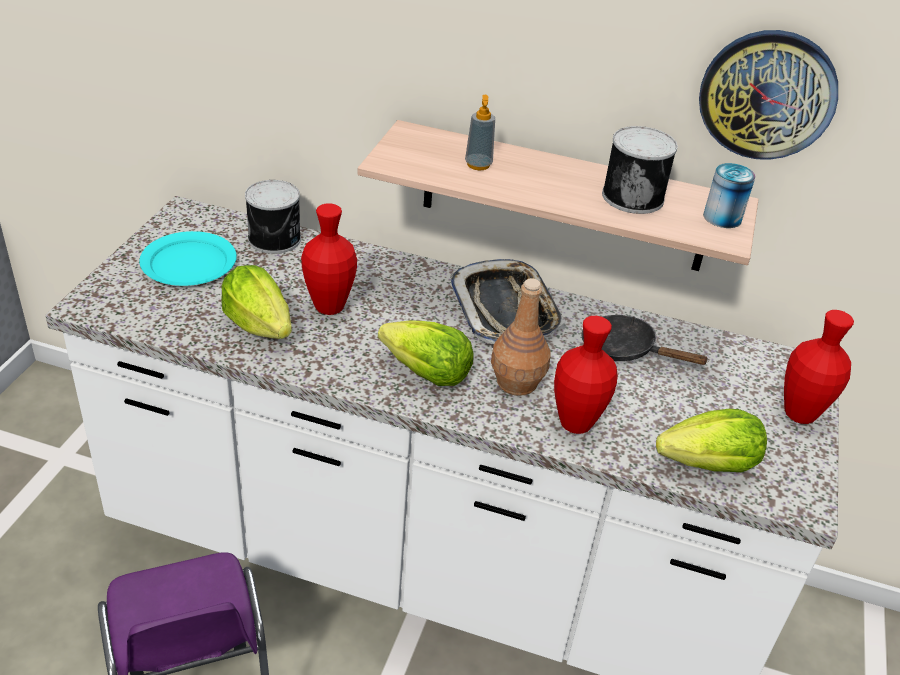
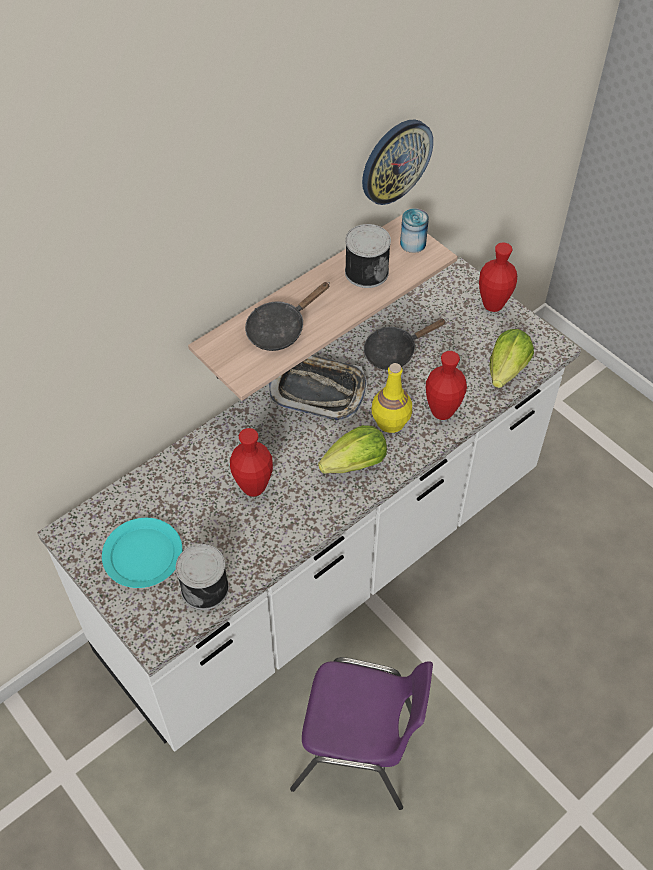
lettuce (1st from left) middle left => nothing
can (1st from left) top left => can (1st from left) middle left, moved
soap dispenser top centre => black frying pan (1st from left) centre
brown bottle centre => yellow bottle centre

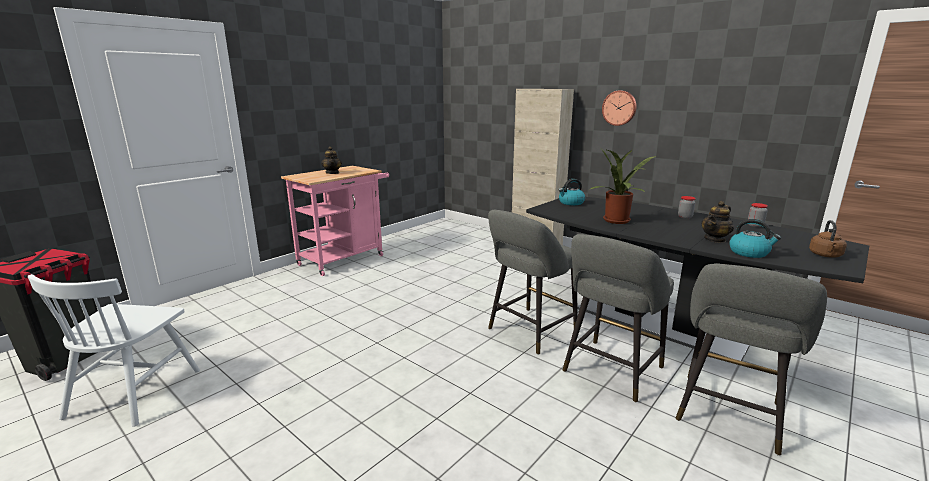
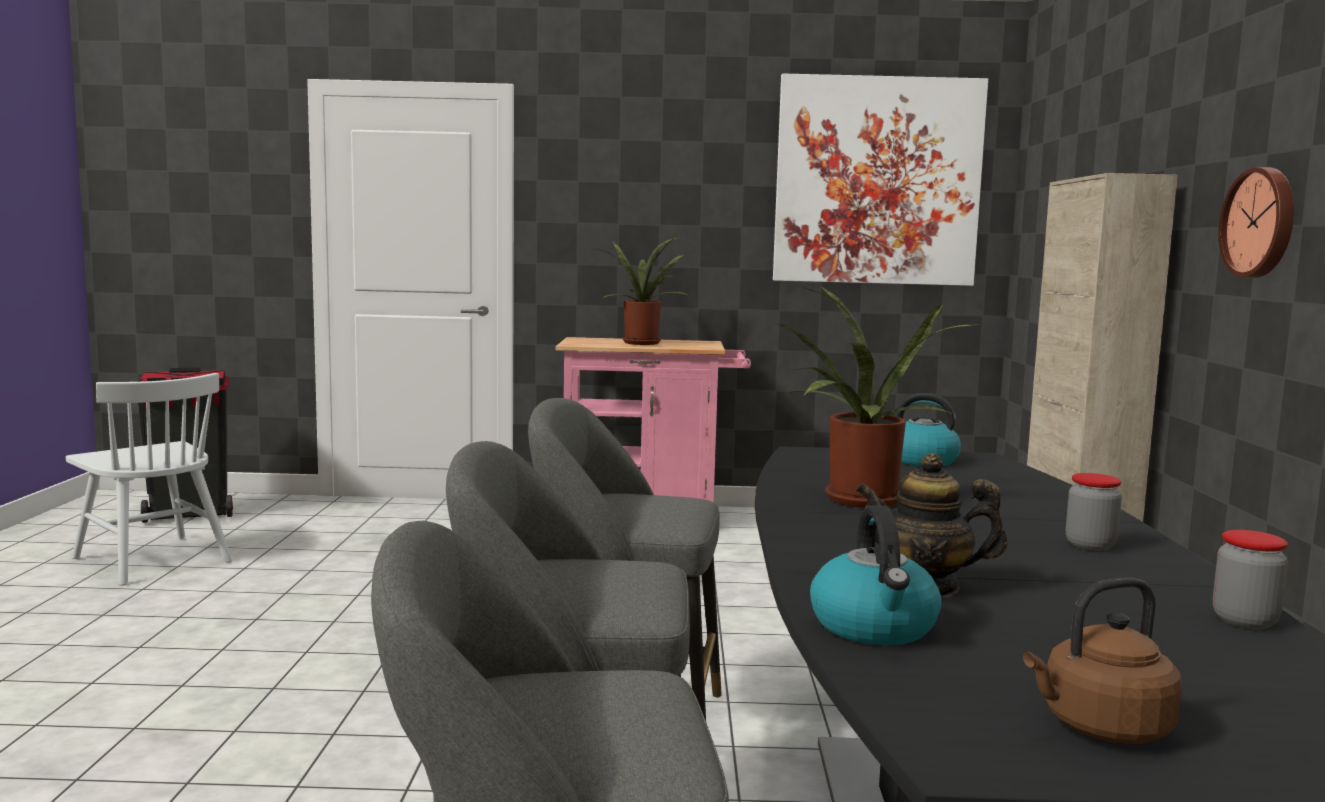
nothing => picture top centre
teapot (1st from left) top centre => potted plant (1st from left) centre
white chair bottom left => white chair middle left, 105 degrees counterclockwise

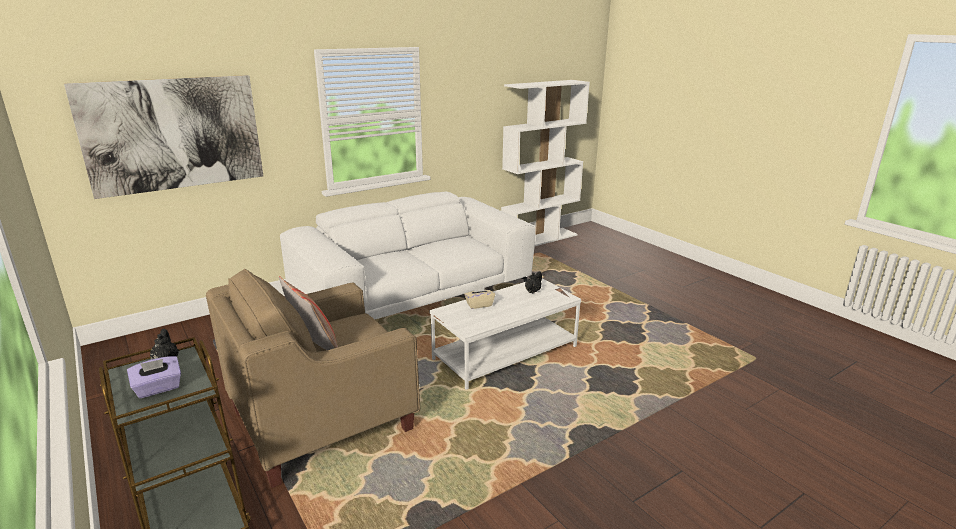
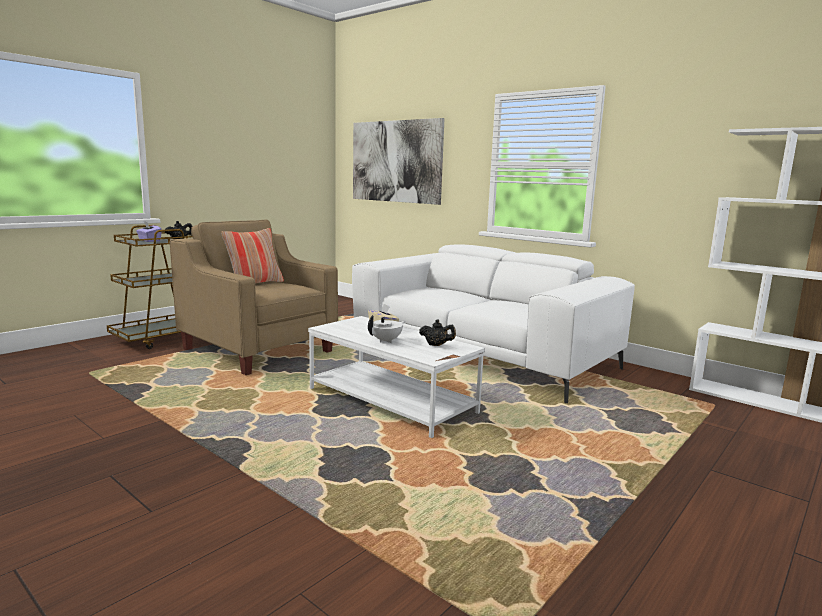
nothing => white teapot centre

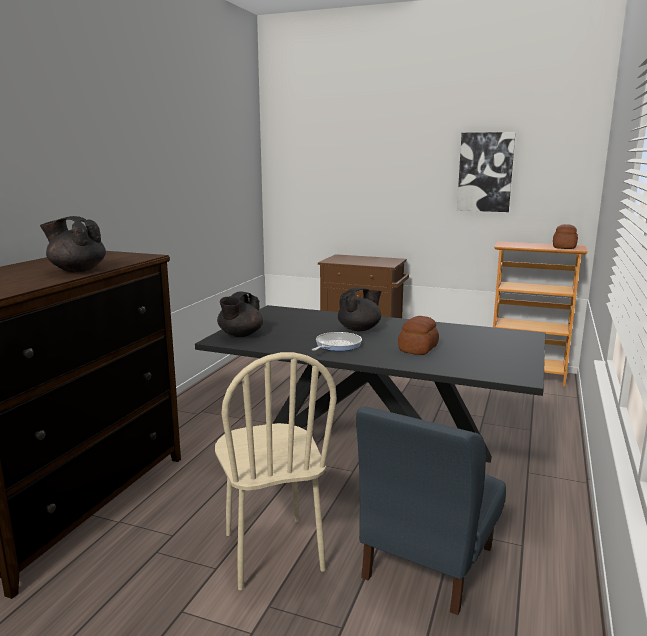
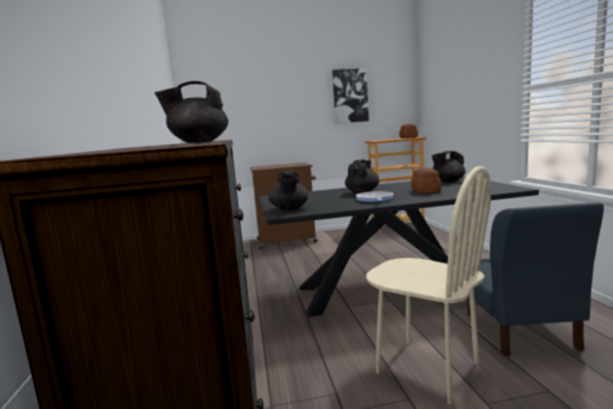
nothing => black teapot (4th from left) middle right

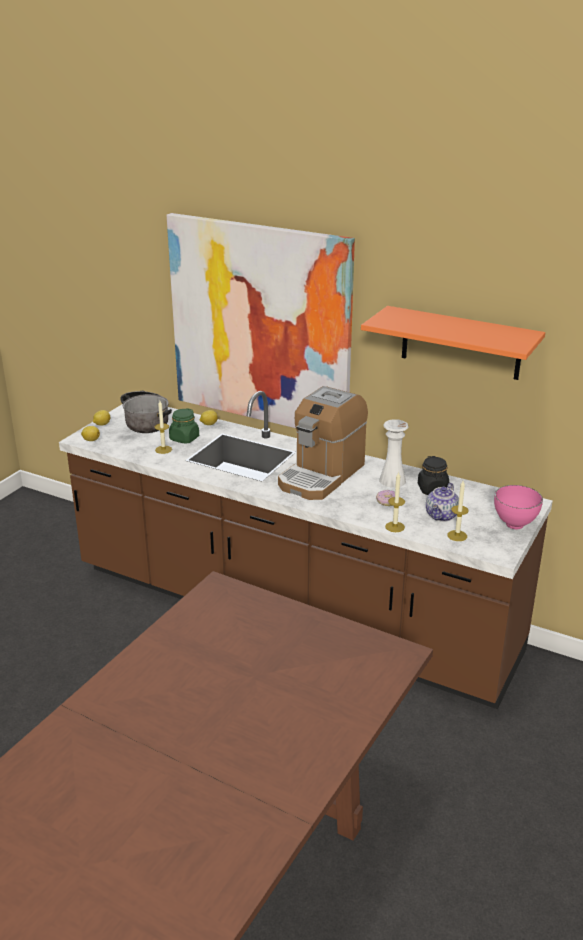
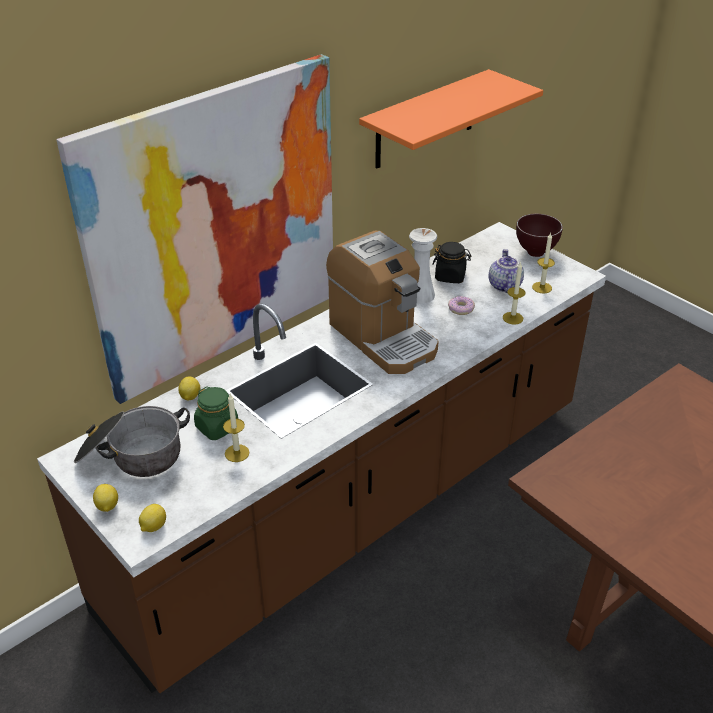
pink bowl middle right => brown bowl top right
teapot middle right, 135 degrees counterclockwise

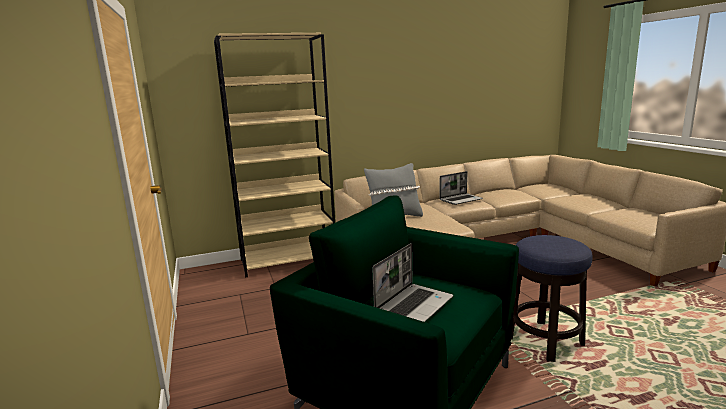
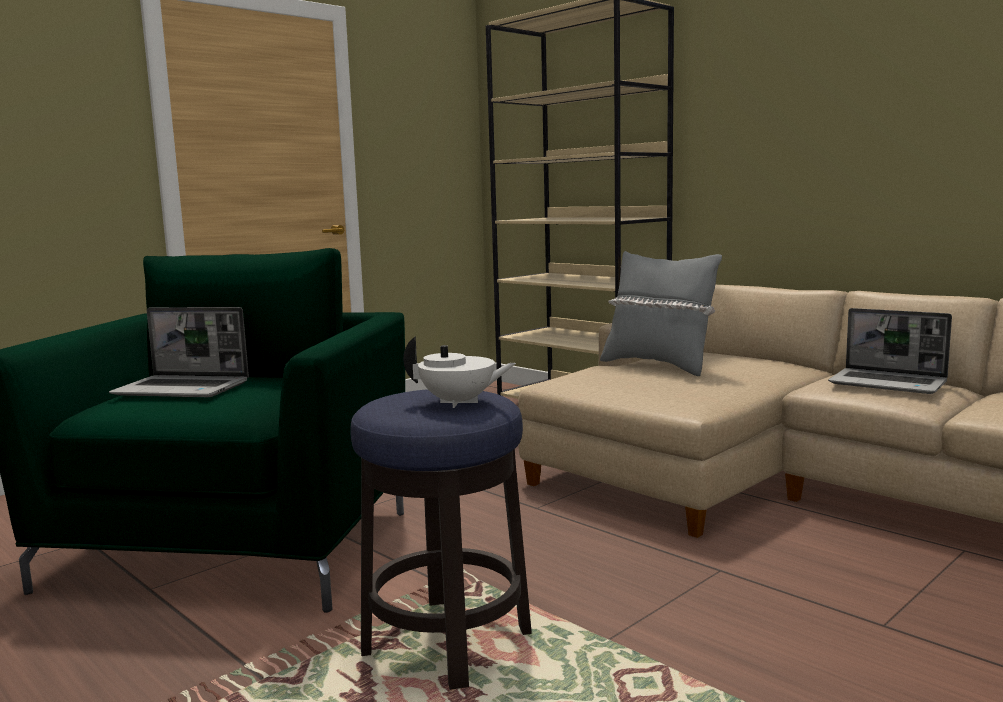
nothing => white teapot centre

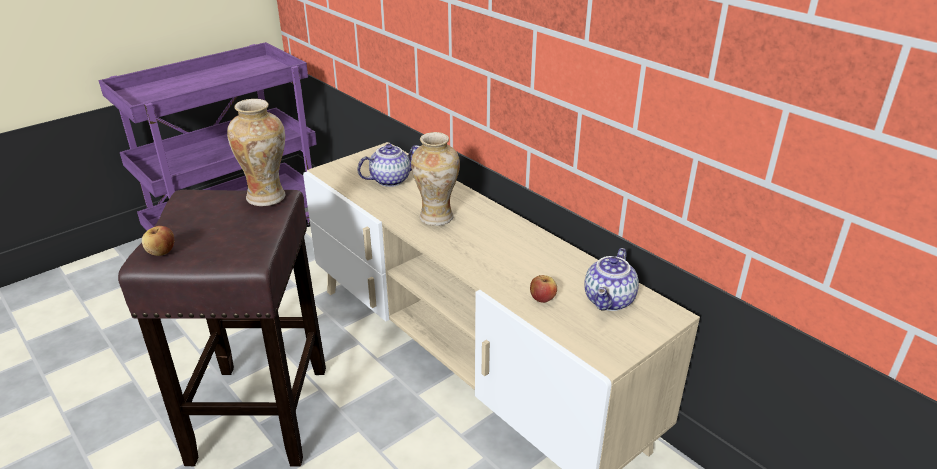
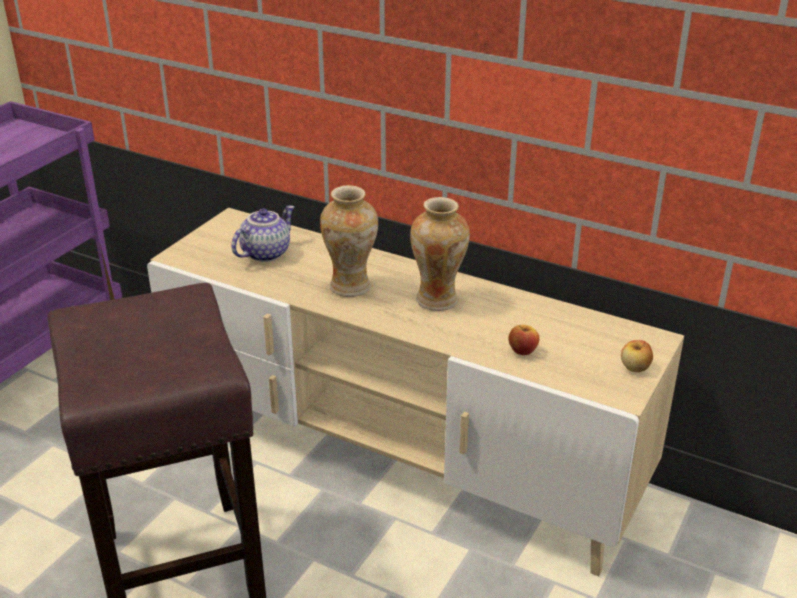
teapot (2nd from left) centre => nothing
apple (1st from left in the first image) middle left => apple (2nd from left) middle right, moved
vase (1st from left in the first image) top left => vase (2nd from left) centre, moved

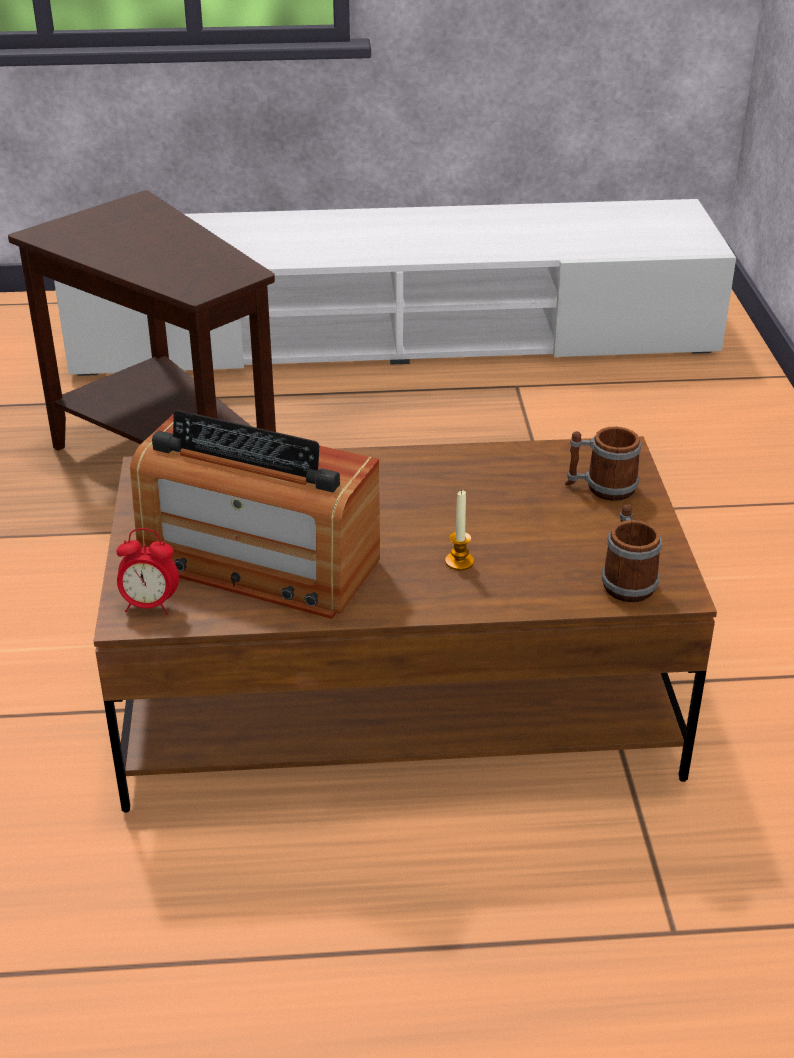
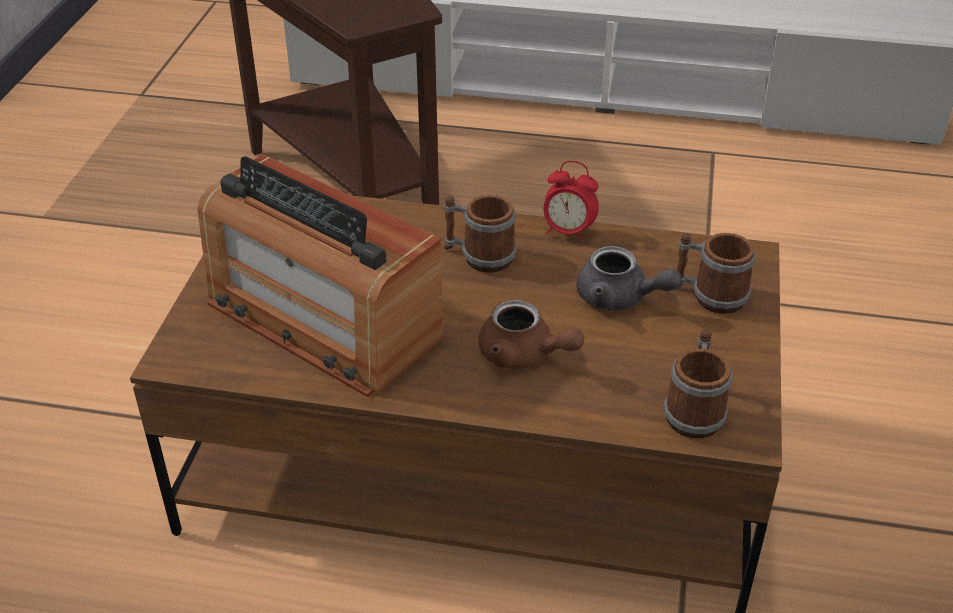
nothing => mug (1st from left) centre
nothing => grey teapot centre
alarm clock middle left => alarm clock top centre, moved
candle centre => brown teapot centre

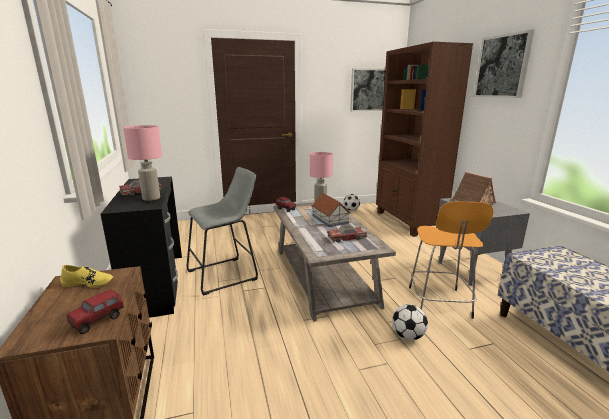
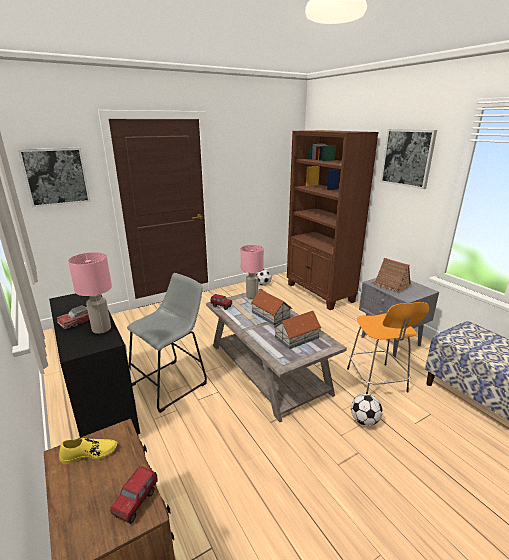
picture (1st from left) top centre => picture (1st from left) top left, moved
toy car (2nd from left) centre => toy house (2nd from left) centre

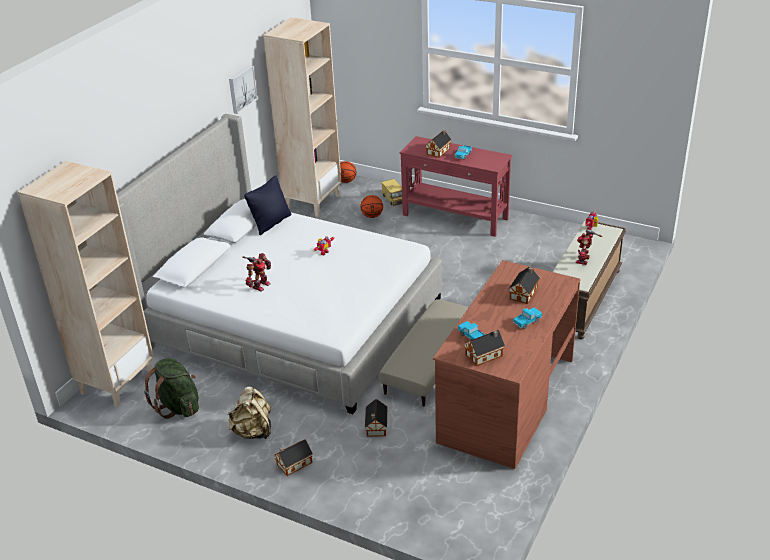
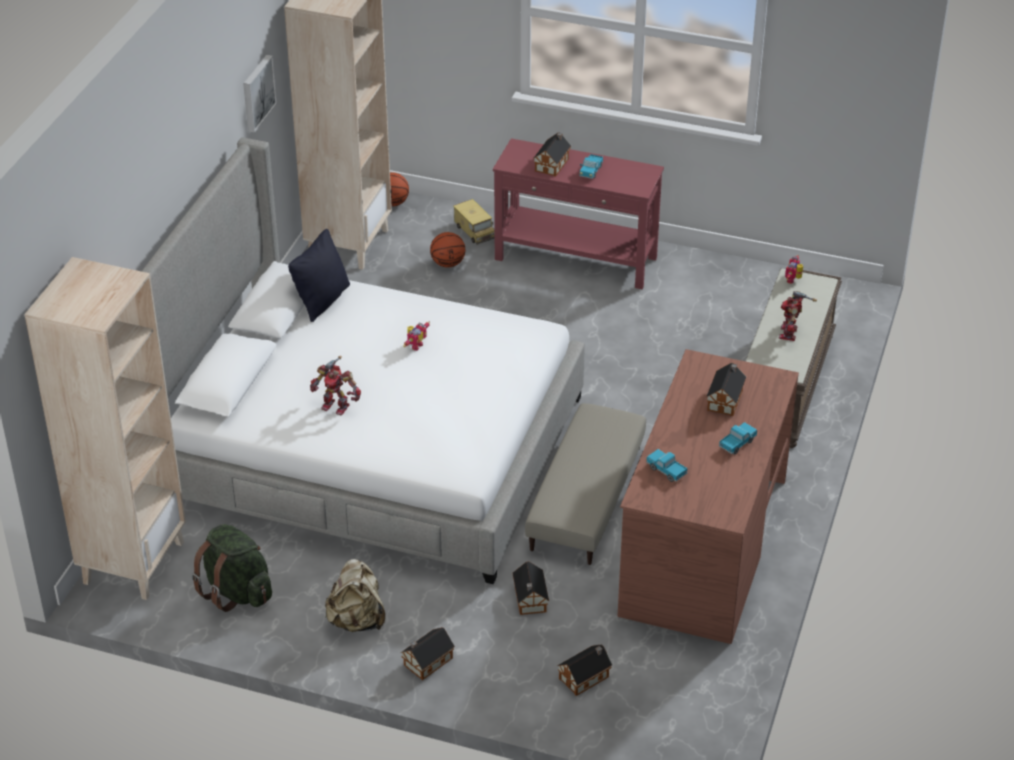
toy house (4th from left) centre => toy house (4th from left) bottom centre, moved
toy robot (1st from left) middle left, 90 degrees clockwise

